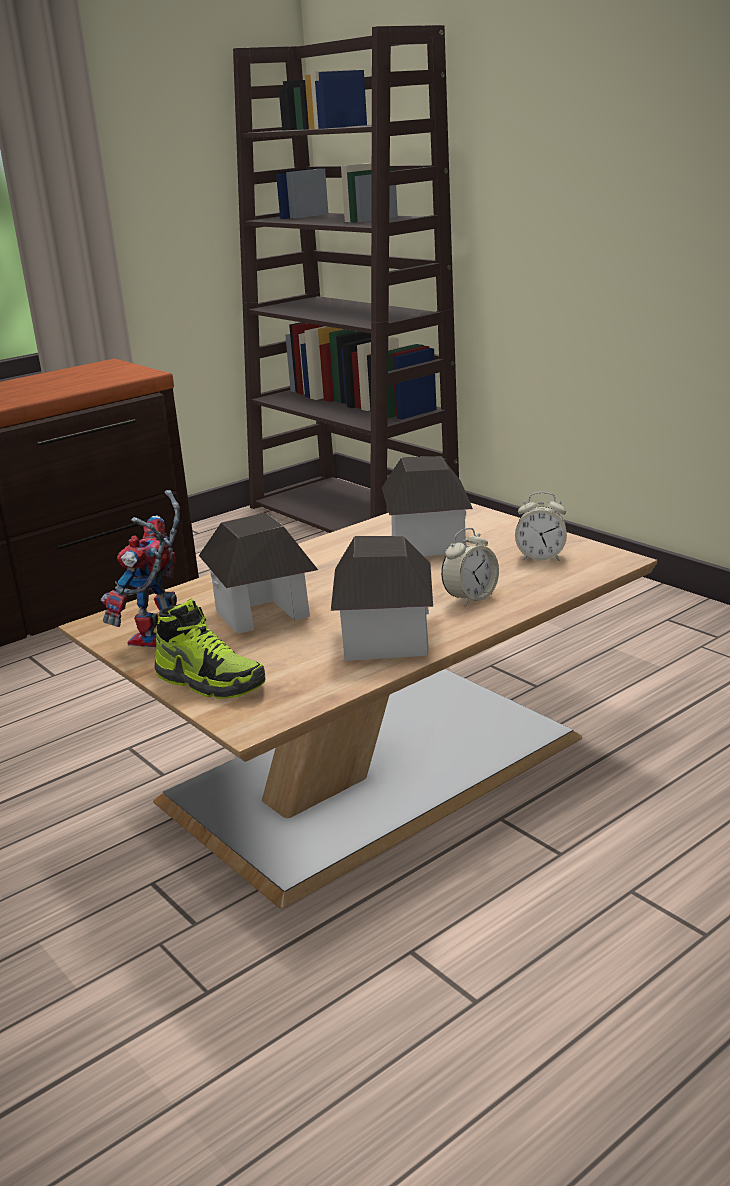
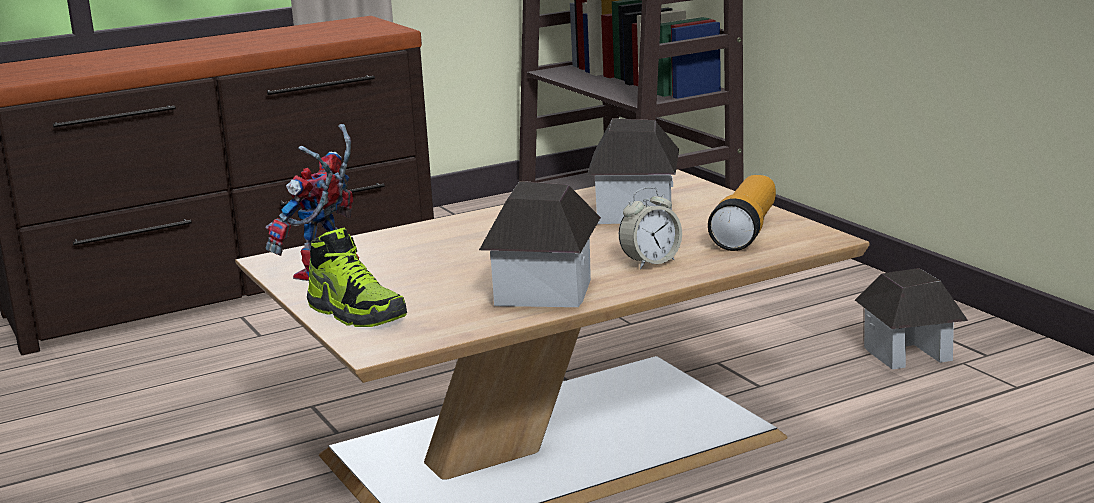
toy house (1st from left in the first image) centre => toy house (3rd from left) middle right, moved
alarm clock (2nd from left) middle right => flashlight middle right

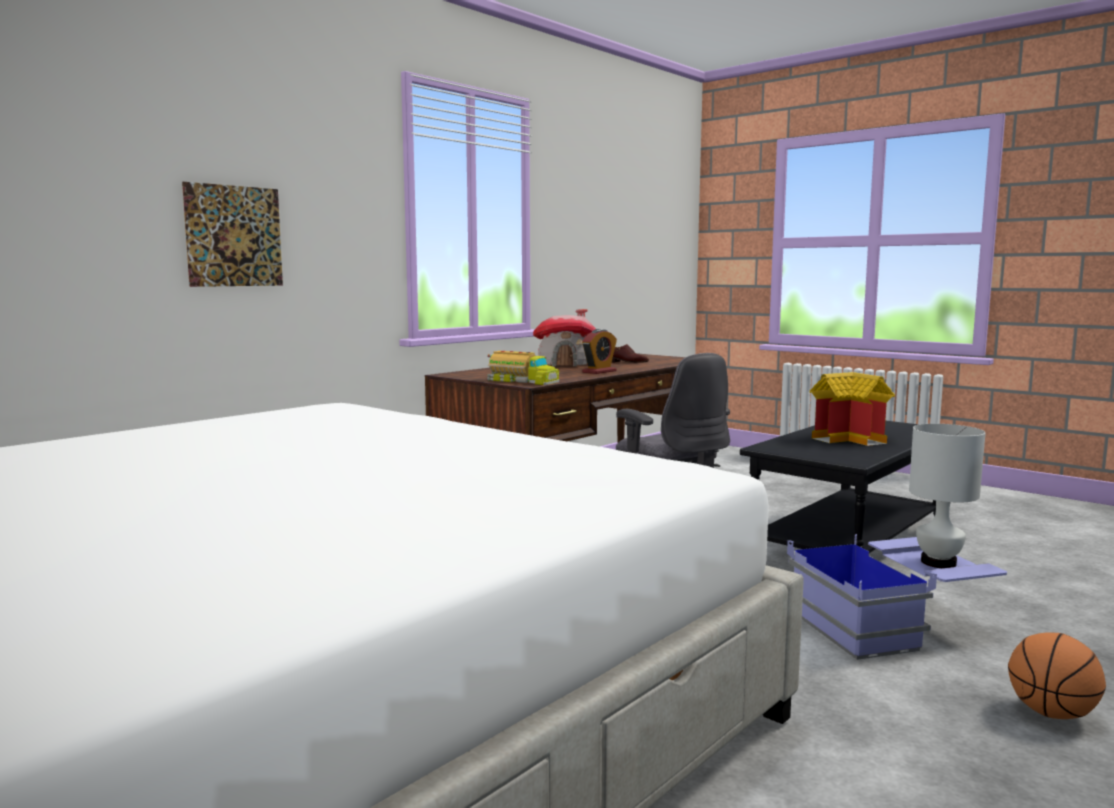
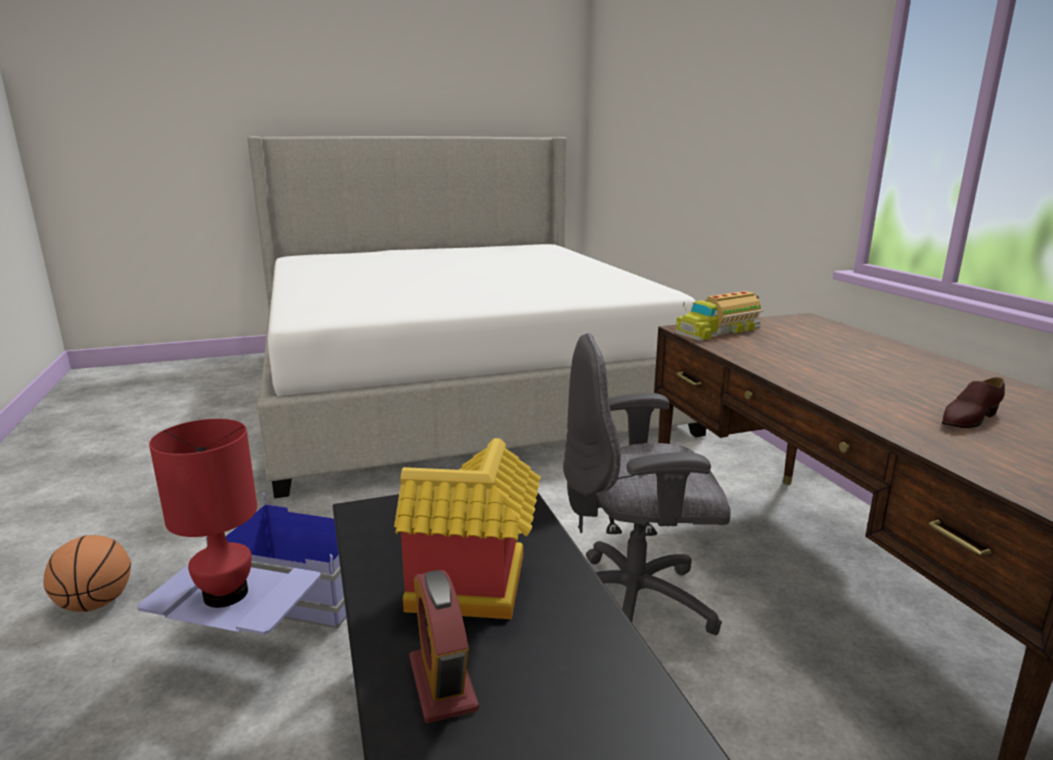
picture top left => nothing
toy house (1st from left) centre => nothing
alarm clock centre => alarm clock bottom centre, moved
white table lamp middle right => red table lamp bottom left

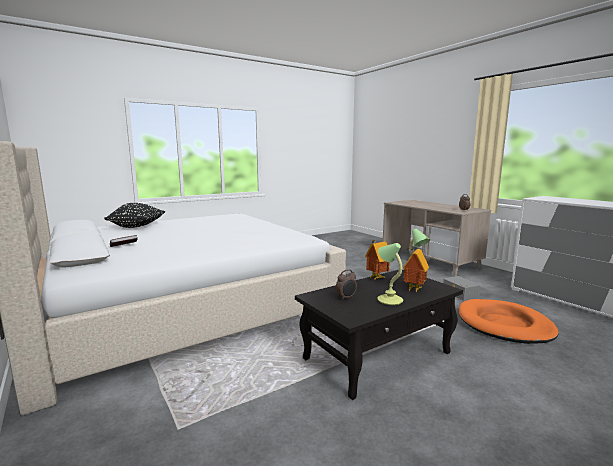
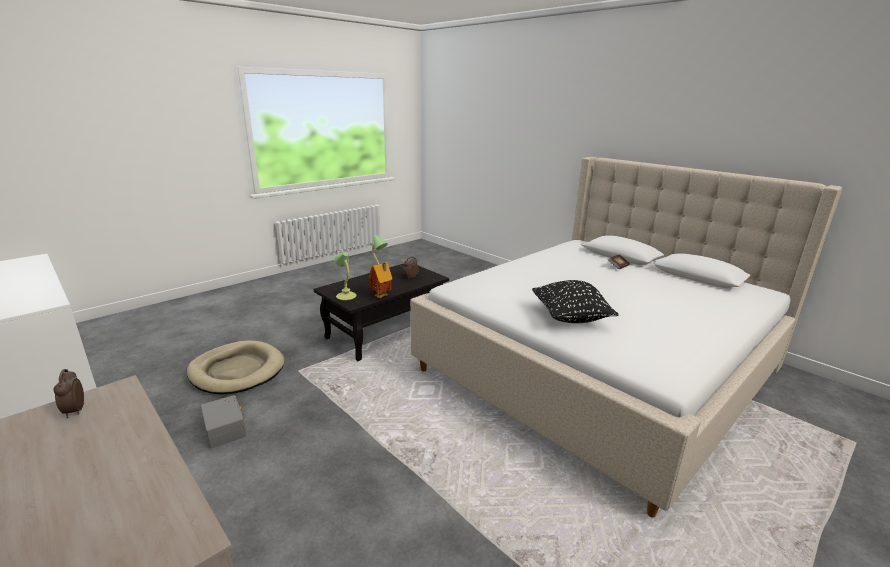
toy house (2nd from left) middle right => nothing
black pillow middle left => black pillow centre, moved
orange dog bed bottom right => beige dog bed middle left

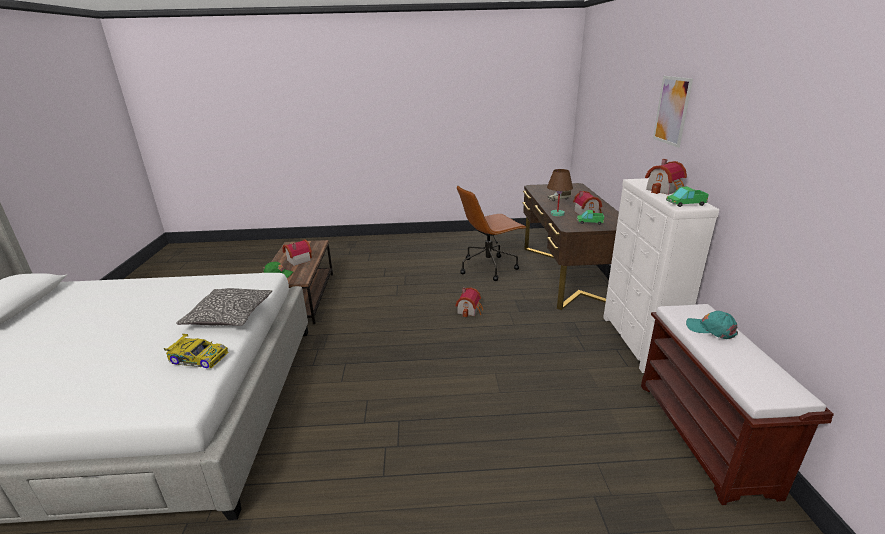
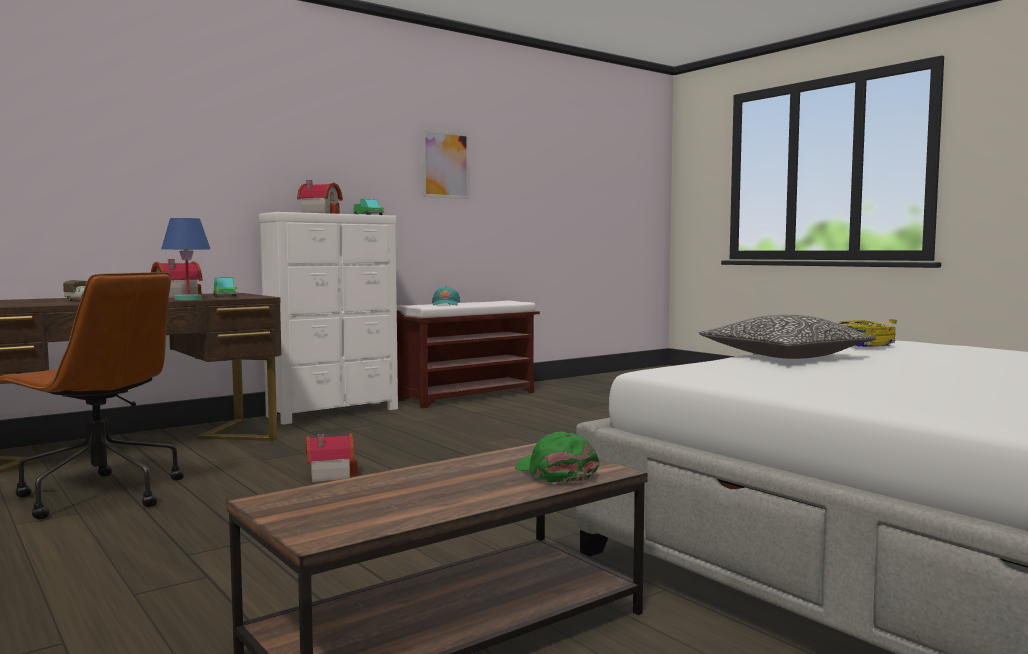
toy house (1st from left) centre => nothing
picture top right => picture top centre, moved
brown table lamp centre => blue table lamp middle left

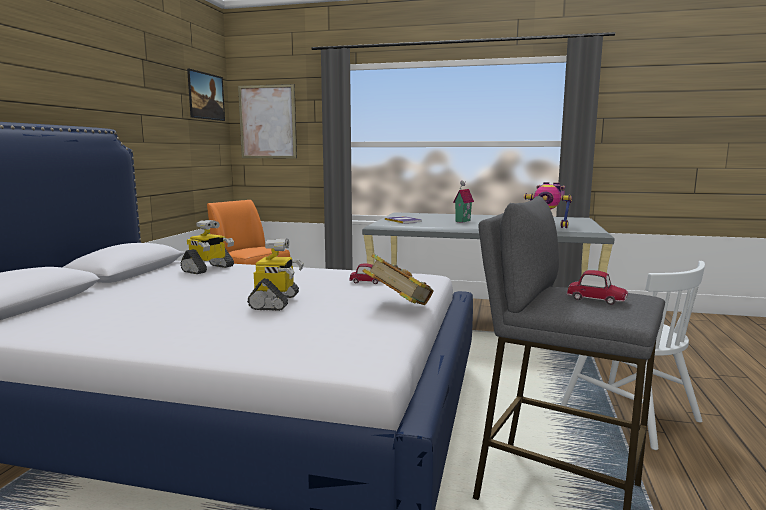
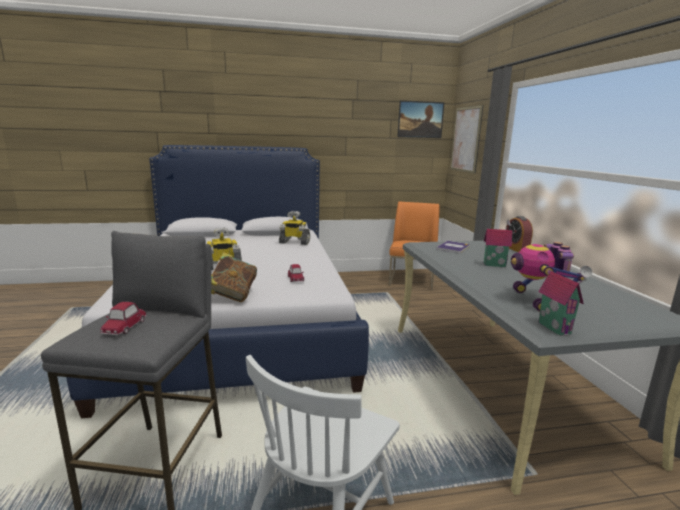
nothing => alarm clock middle right
nothing => toy house (2nd from left) middle right

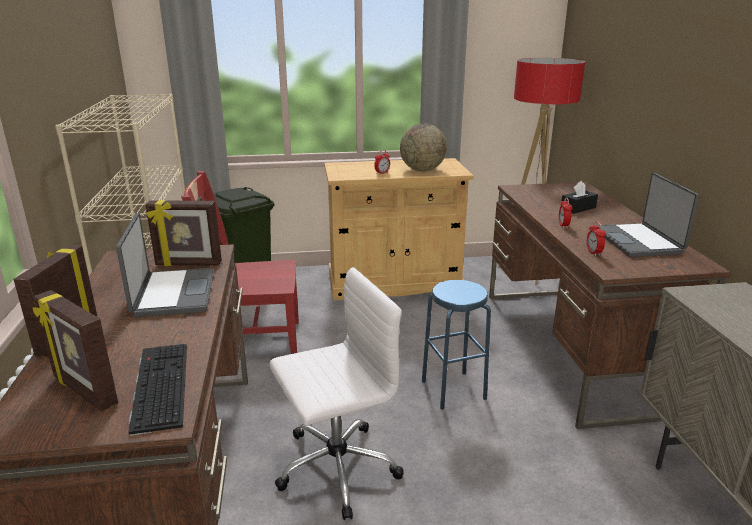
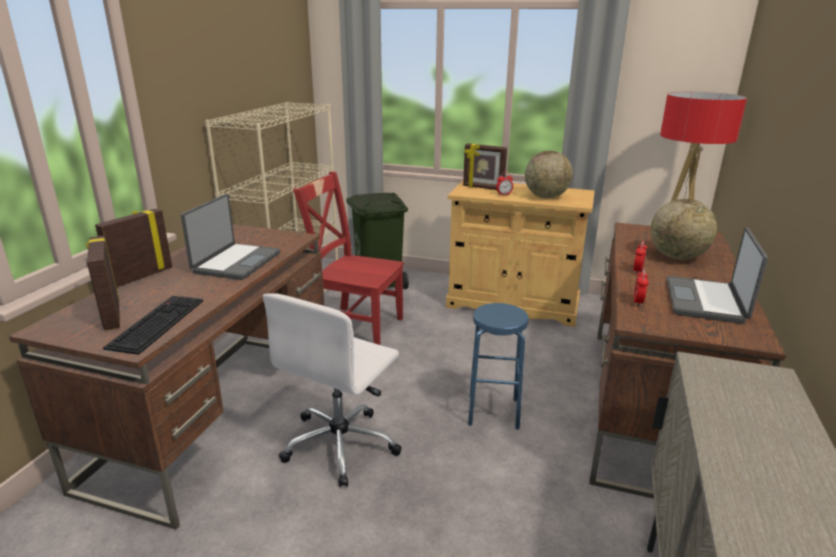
picture frame (3rd from left) middle left => picture frame (3rd from left) top centre, moved
black tissue box middle right => globe (2nd from left) middle right
white office chair bottom centre, 120 degrees clockwise

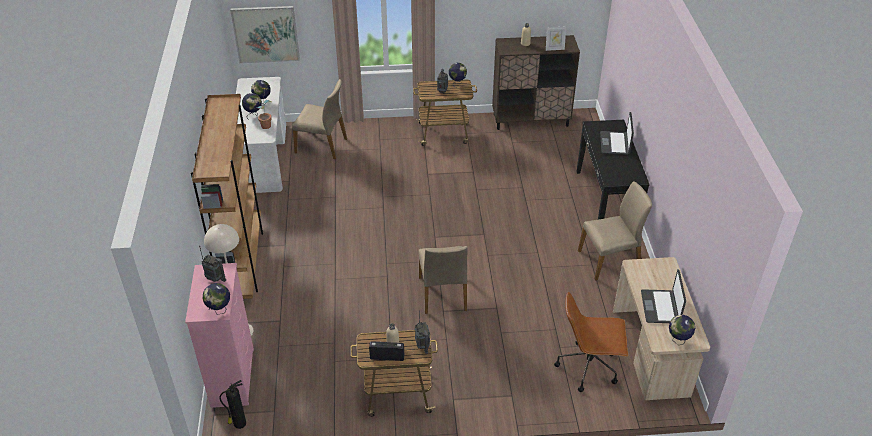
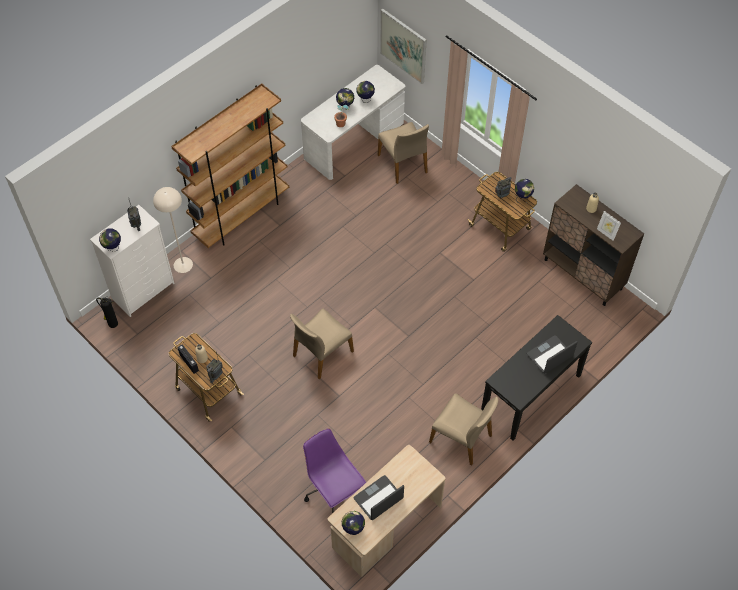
pink dresser bottom left => white dresser middle left
brown office chair bottom right => purple office chair bottom centre

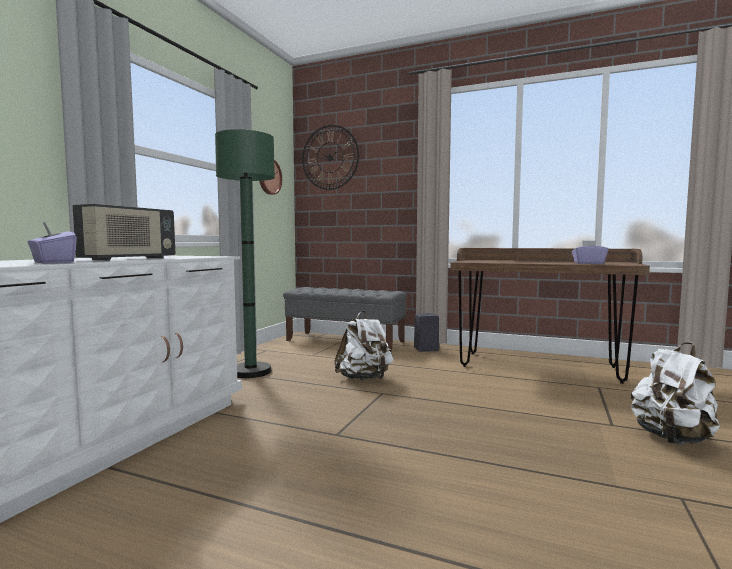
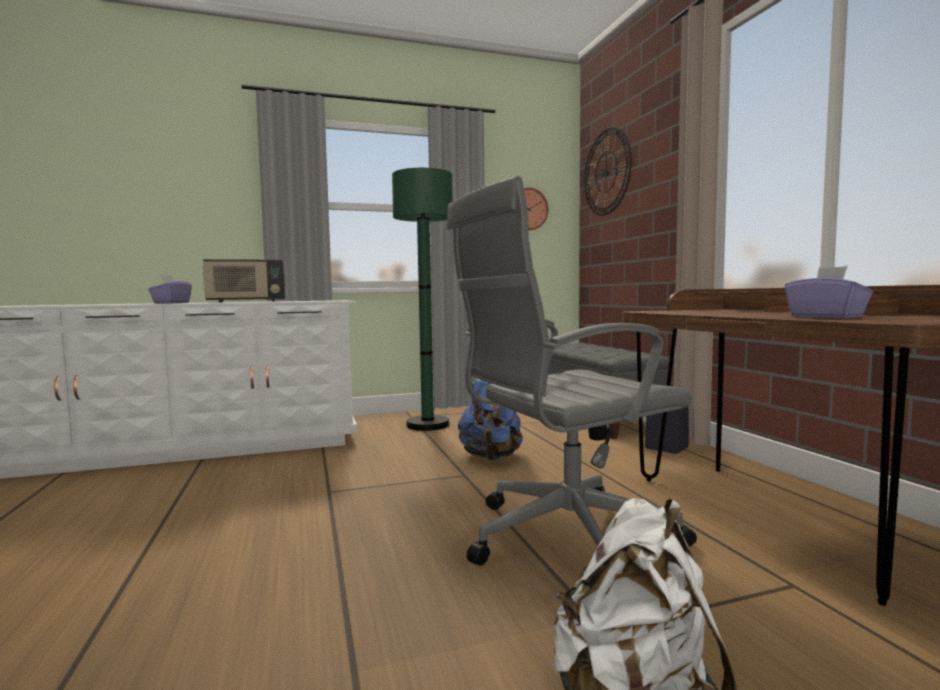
nothing => grey office chair centre
white backpack (1st from left) centre => blue backpack centre

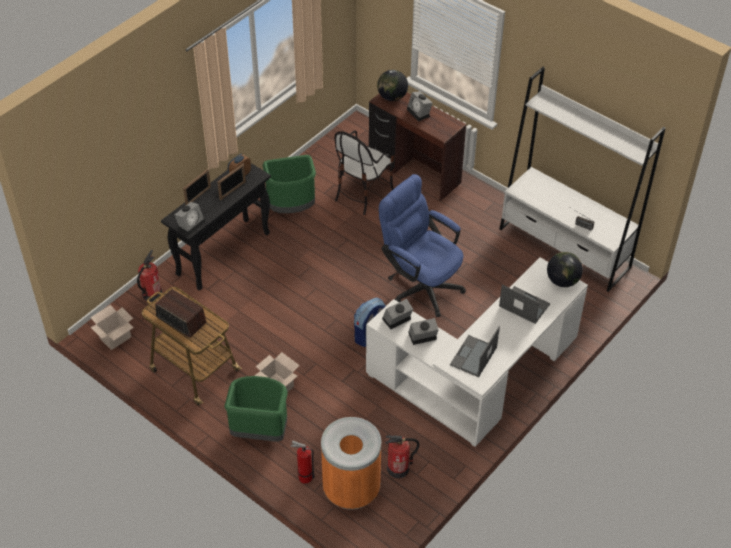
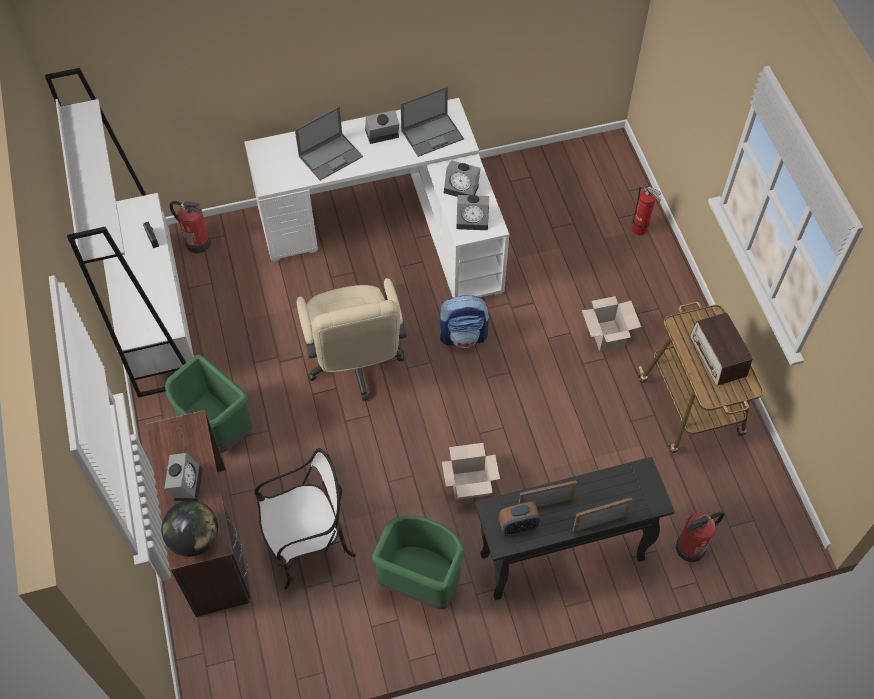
orange trash can bottom centre => nothing
globe (2nd from left) middle right => nothing
cardboard box (1st from left) middle left => cardboard box (1st from left) bottom centre, moved
alarm clock (1st from left in the first image) middle left => alarm clock (2nd from left) top centre, moved
green trash can (1st from left) bottom centre => green trash can (1st from left) middle left, moved
fire extinguisher (3rd from left in the first image) bottom centre => fire extinguisher (1st from left) top left, moved
blue office chair centre => beige office chair centre
laptop (2nd from left in the first image) middle right => laptop (1st from left) top centre, 105 degrees counterclockwise

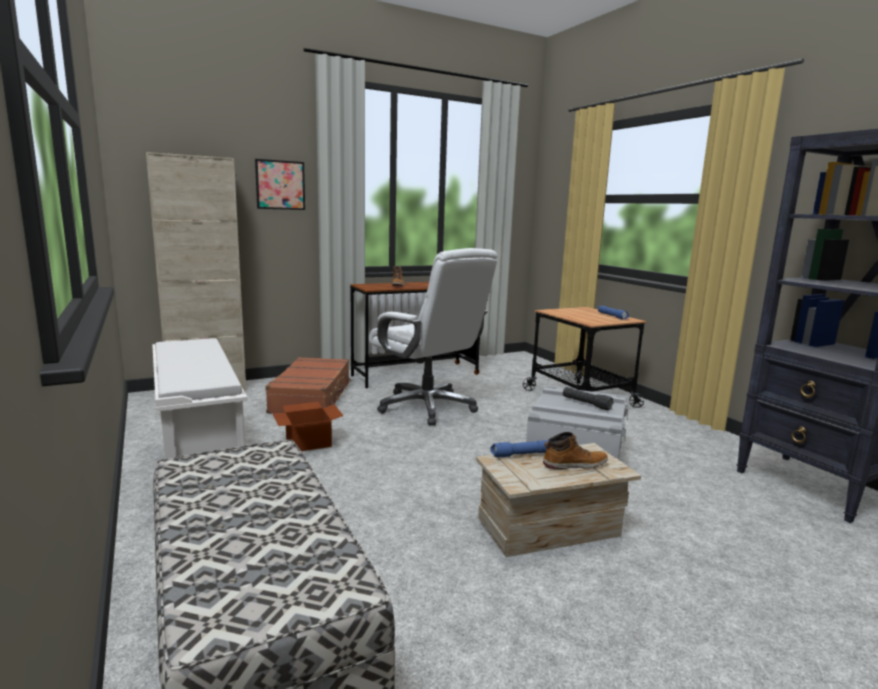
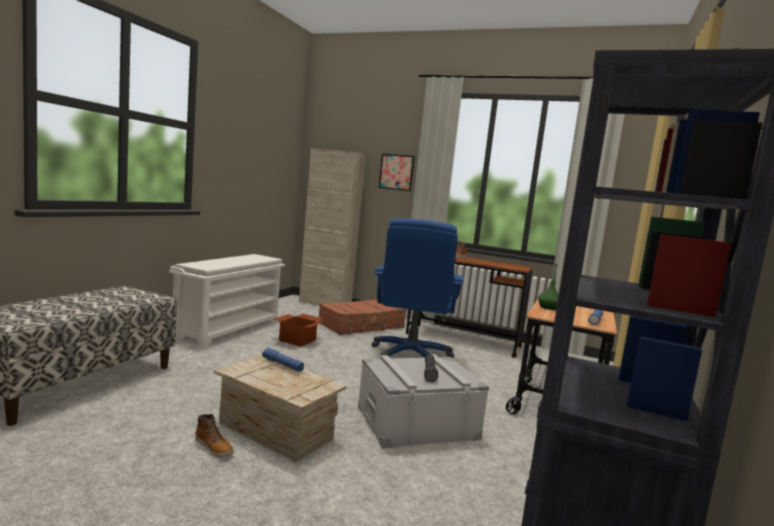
nothing => green bottle middle right
boot (2nd from left in the first image) centre => boot (1st from left) bottom left, moved
white office chair centre => blue office chair centre

